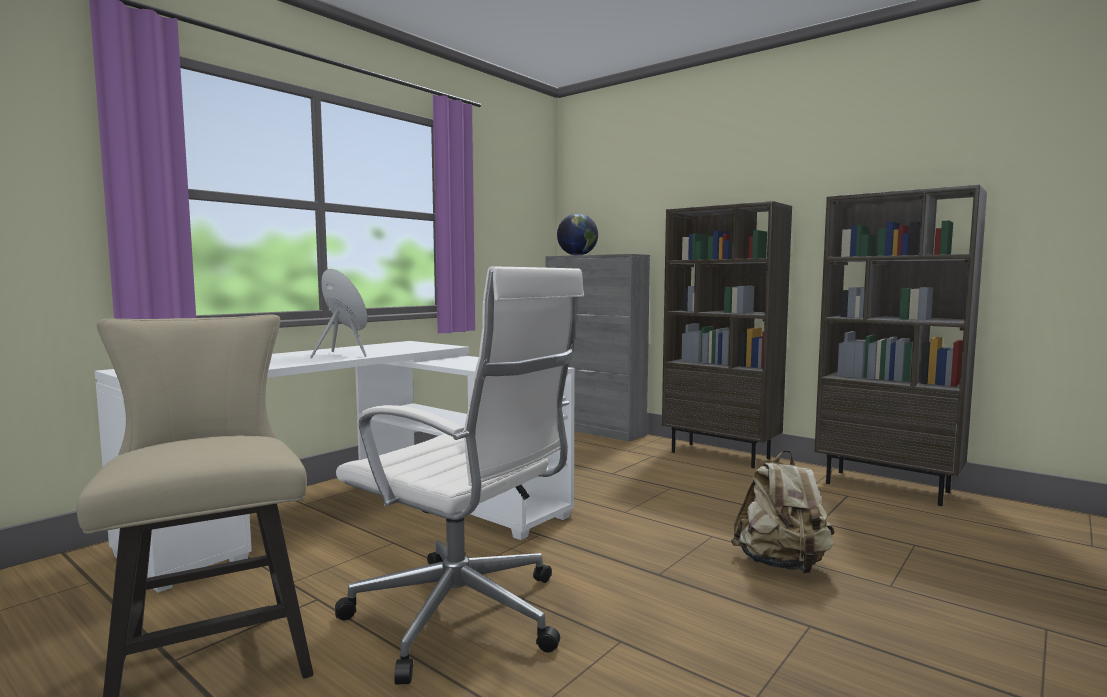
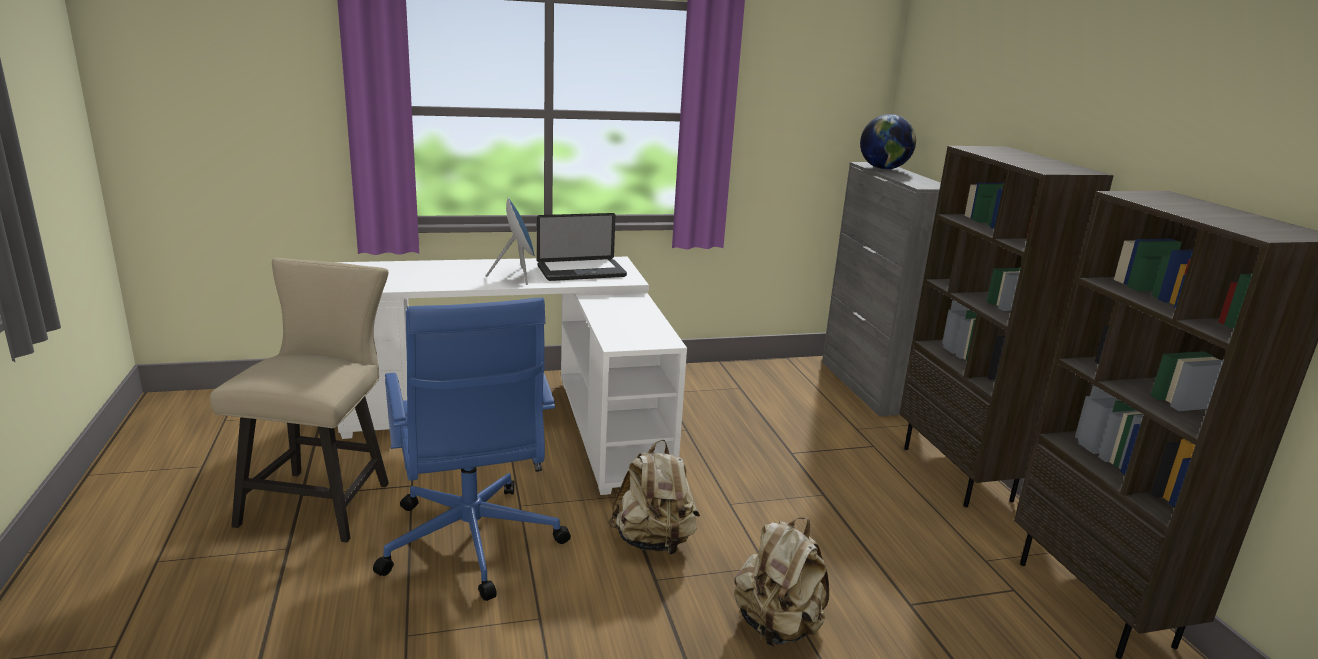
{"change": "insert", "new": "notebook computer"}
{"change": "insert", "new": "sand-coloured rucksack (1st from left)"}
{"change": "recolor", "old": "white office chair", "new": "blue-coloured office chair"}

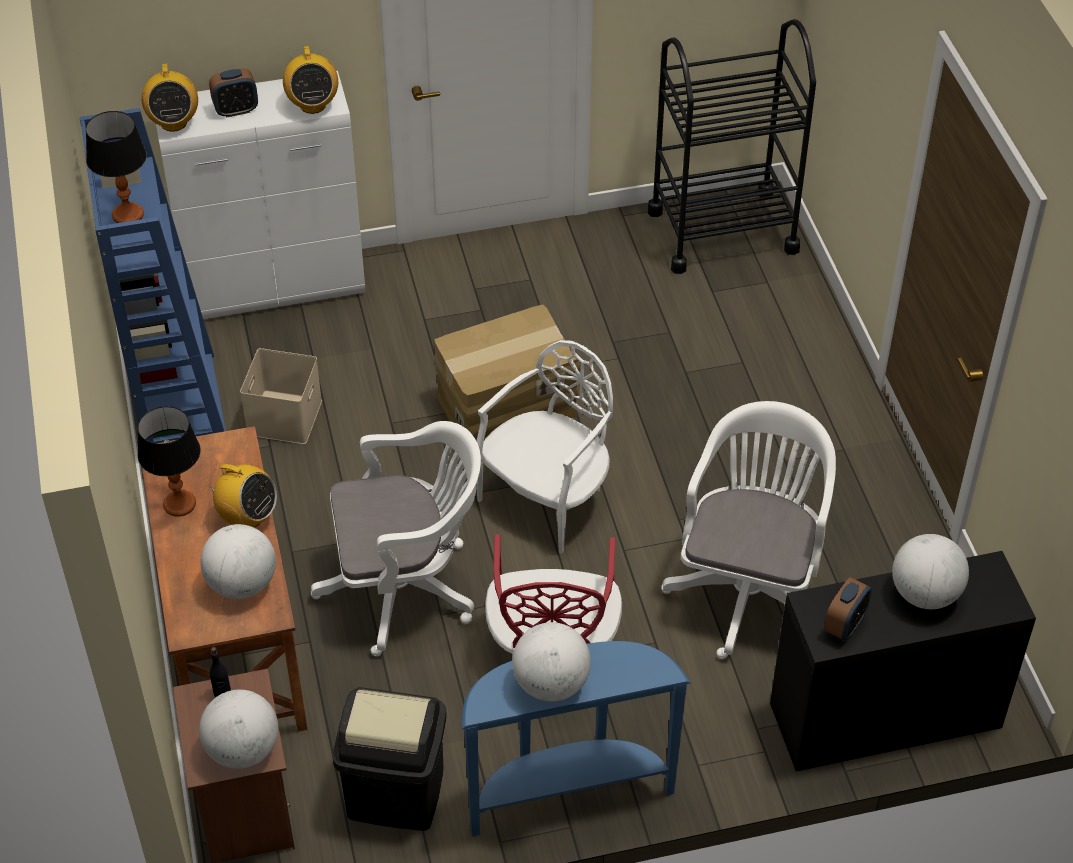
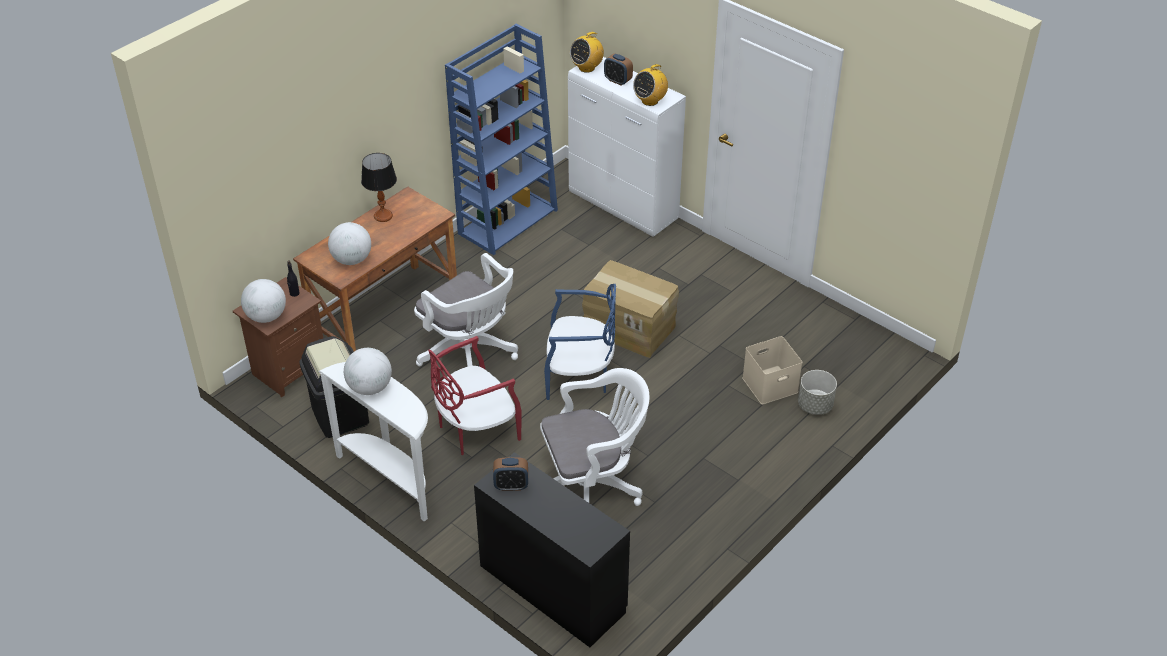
{"change": "delete", "old": "lamp for a table (1st from left)"}
{"change": "delete", "old": "radio set (2nd from left)"}
{"change": "delete", "old": "black-coloured trolley"}
{"change": "delete", "old": "globe (4th from left)"}
{"change": "insert", "new": "grey flower pot"}
{"change": "move", "old": "sand-coloured storage box"}
{"change": "recolor", "old": "blue-coloured hall table", "new": "white hall table"}
{"change": "recolor", "old": "white chair", "new": "blue-coloured chair"}

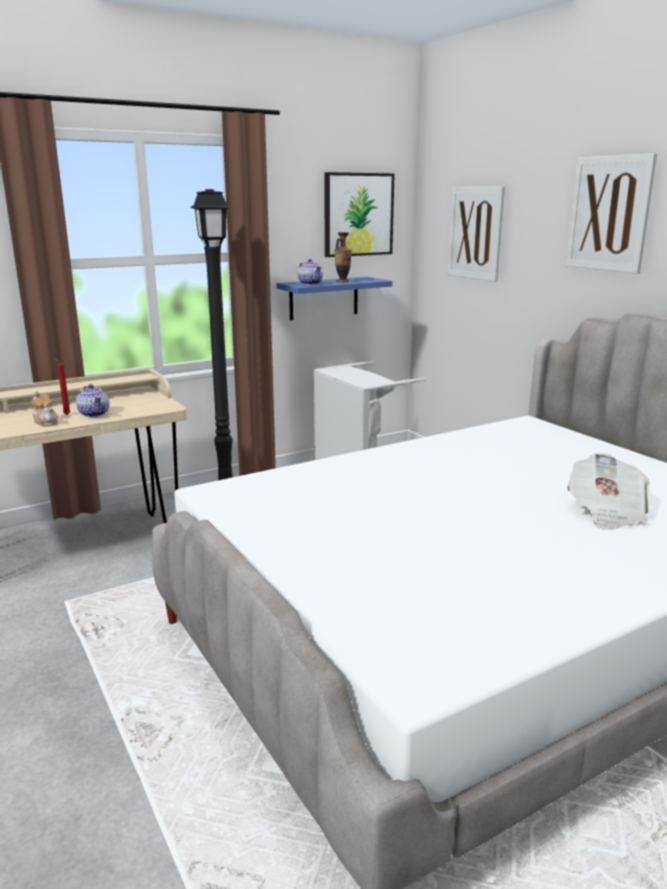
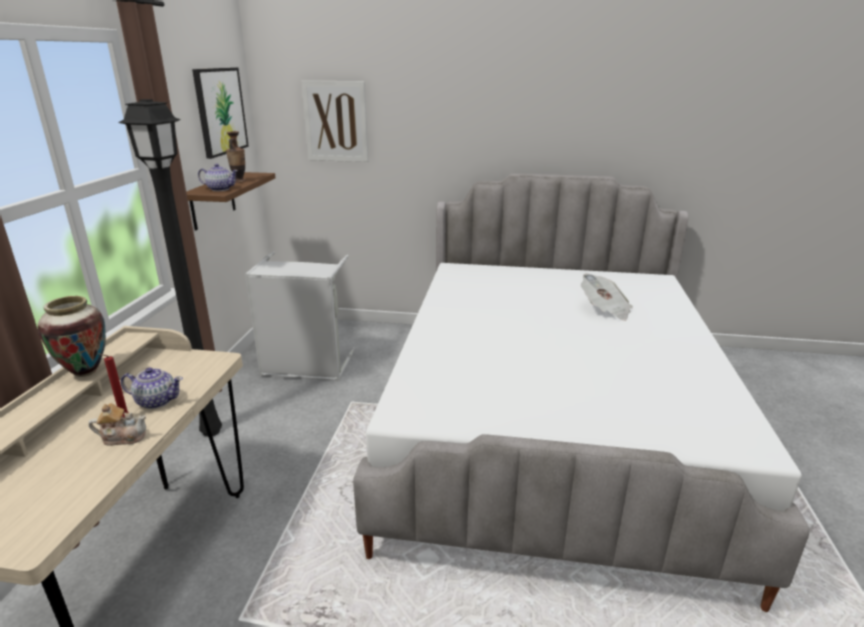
{"change": "delete", "old": "wall art (3rd from left)"}
{"change": "insert", "new": "vase (1st from left)"}
{"change": "recolor", "old": "blue-coloured bracket shelf", "new": "brown bracket shelf"}

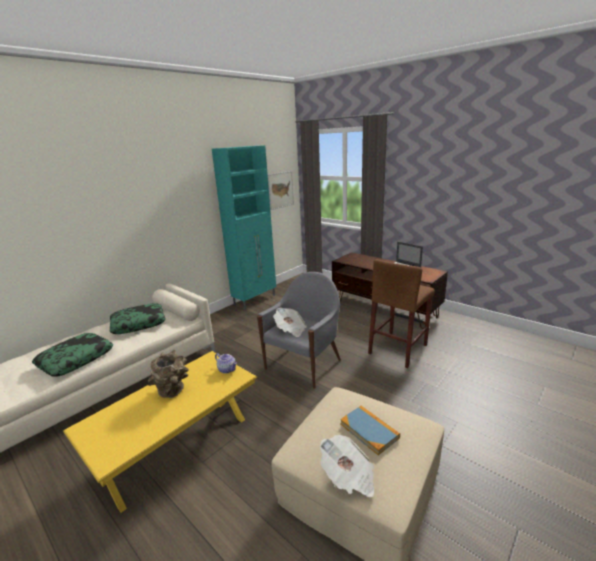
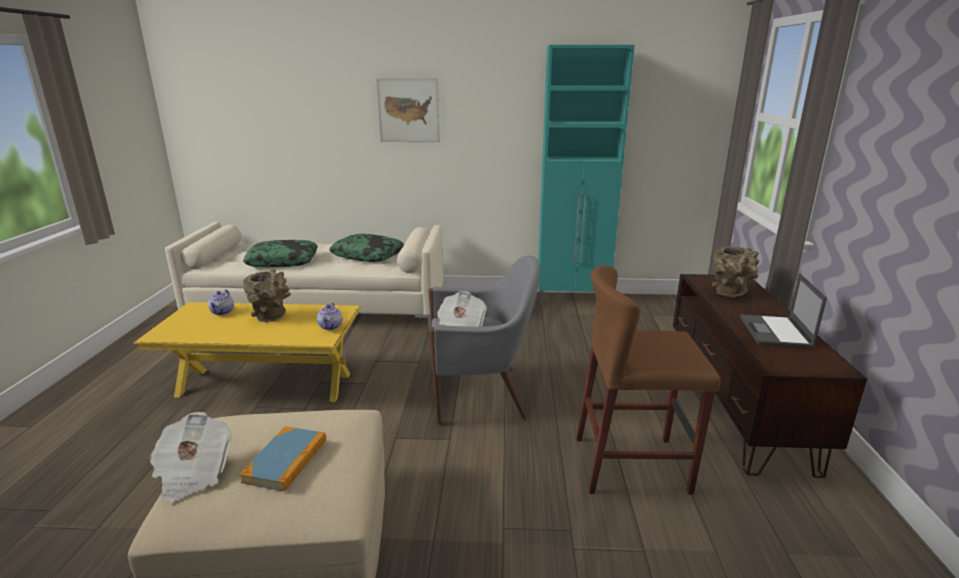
{"change": "insert", "new": "pot for tea (1st from left)"}
{"change": "insert", "new": "brown vase (2nd from left)"}
{"change": "move", "old": "wall art"}

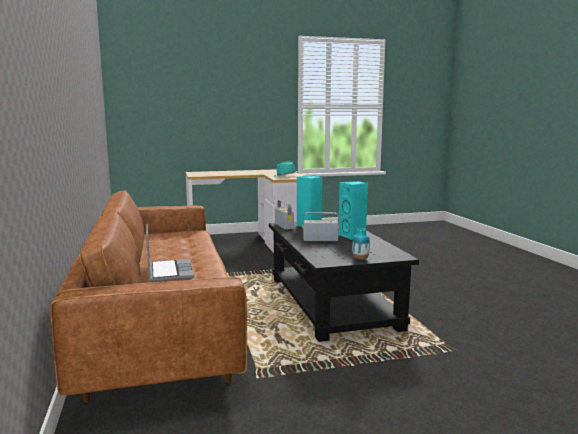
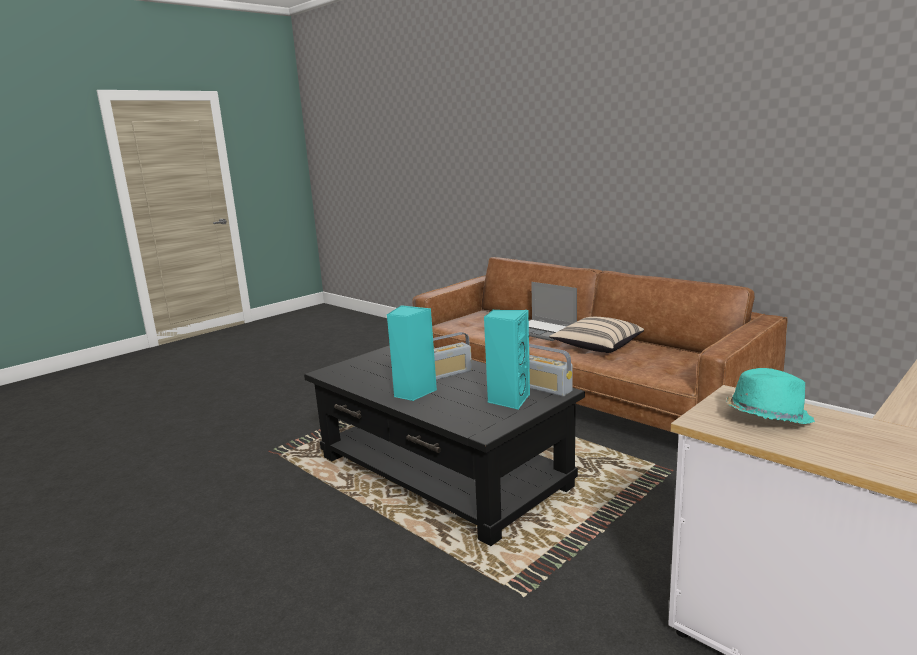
{"change": "delete", "old": "vase"}
{"change": "insert", "new": "sand-coloured pillow"}

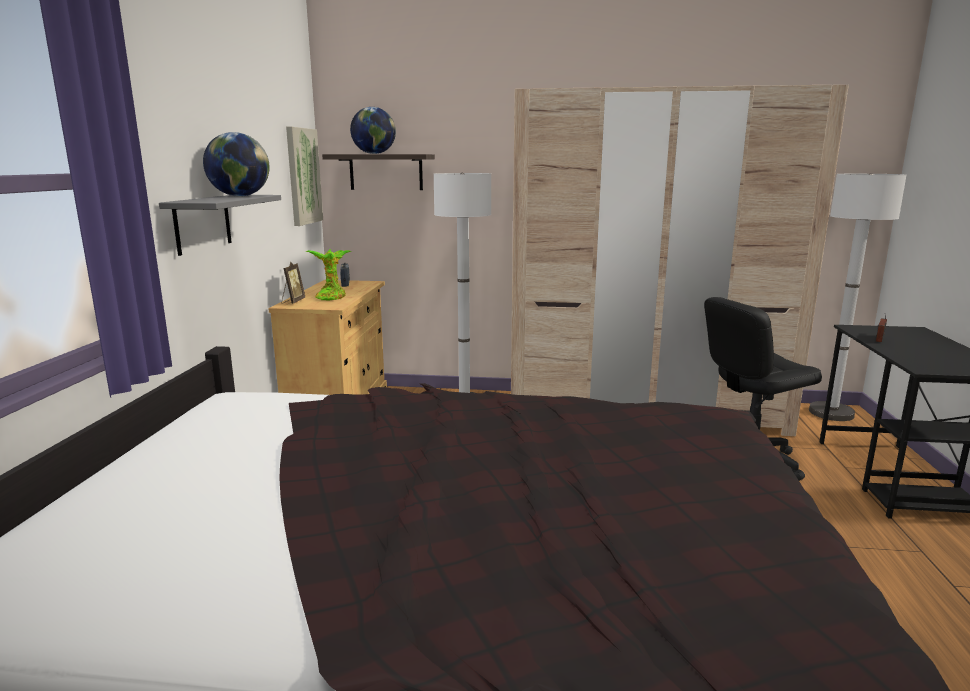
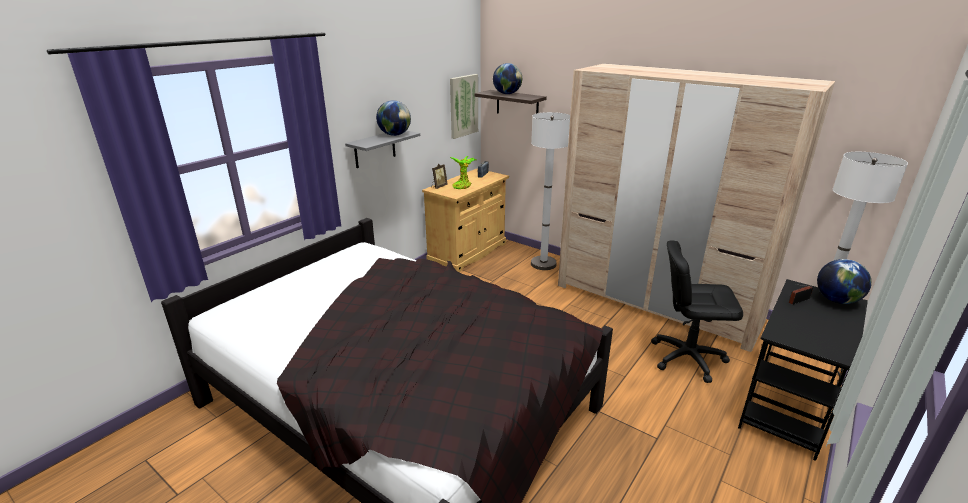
{"change": "insert", "new": "globe (3rd from left)"}

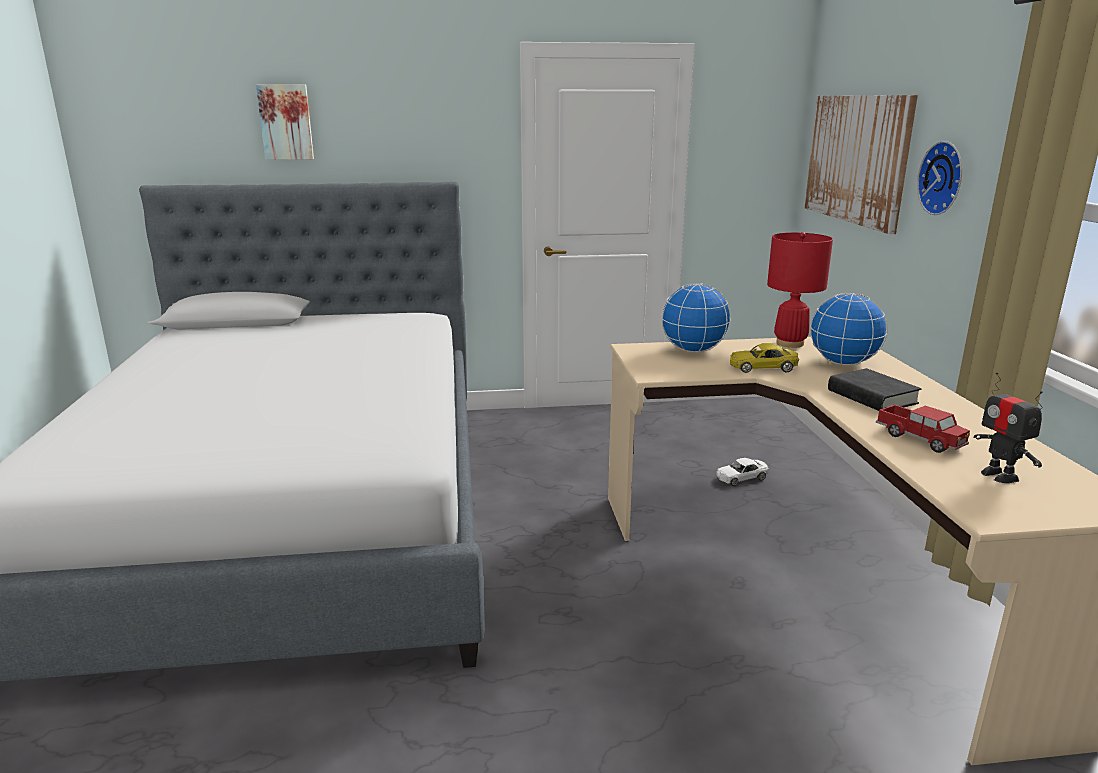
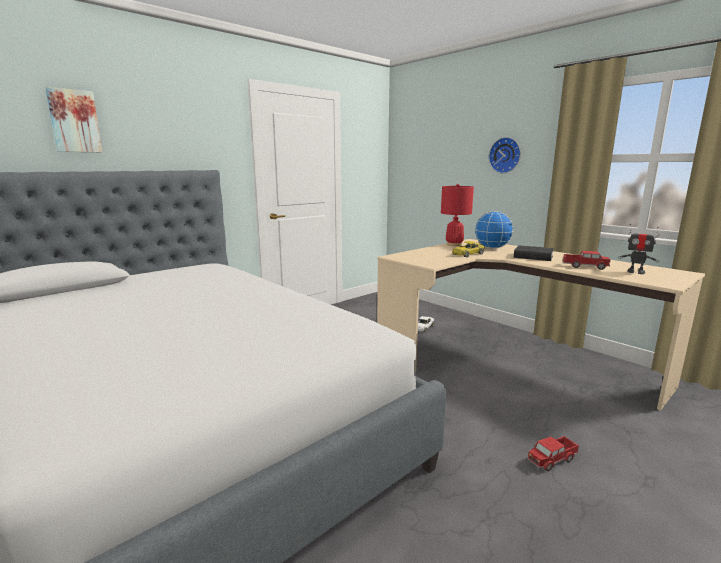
{"change": "delete", "old": "globe (1st from left)"}
{"change": "delete", "old": "wall art (2nd from left)"}
{"change": "insert", "new": "model truck (1st from left)"}

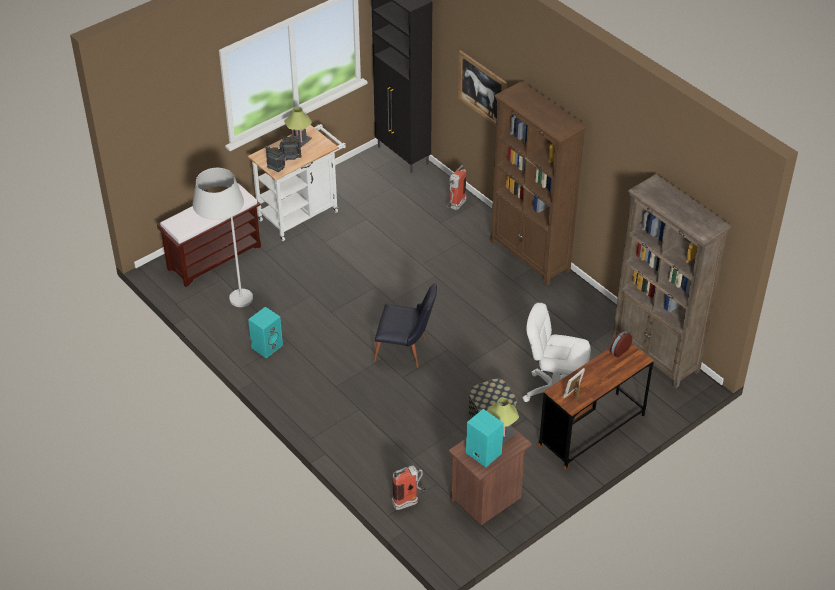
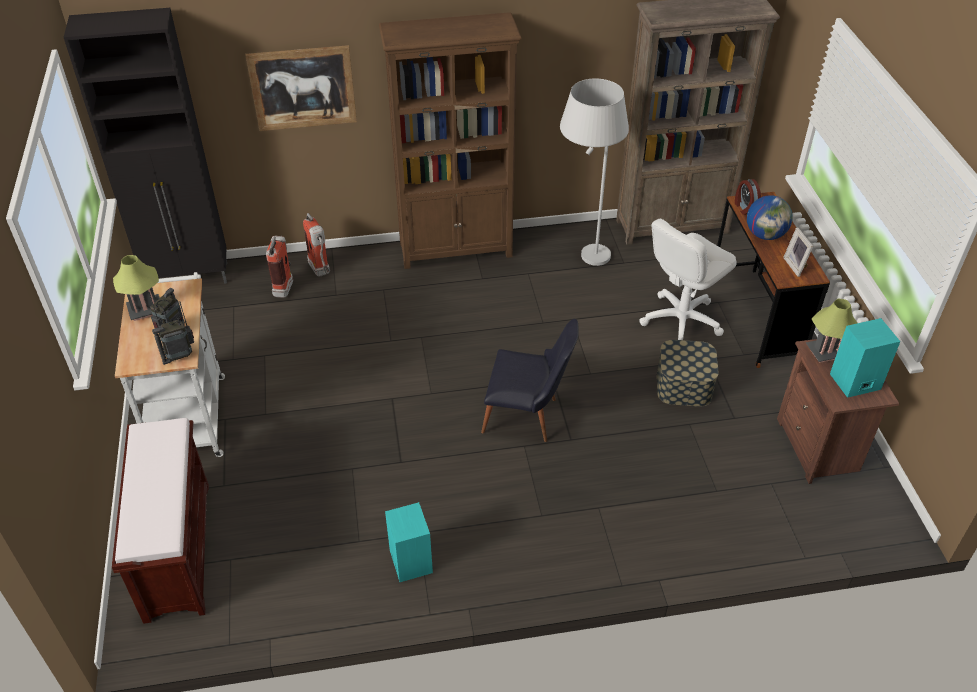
{"change": "insert", "new": "globe"}
{"change": "move", "old": "white standard lamp"}
{"change": "move", "old": "fire extinguisher (1st from left)"}
{"change": "rotate", "old": "black-coloured chair", "degrees": 60}

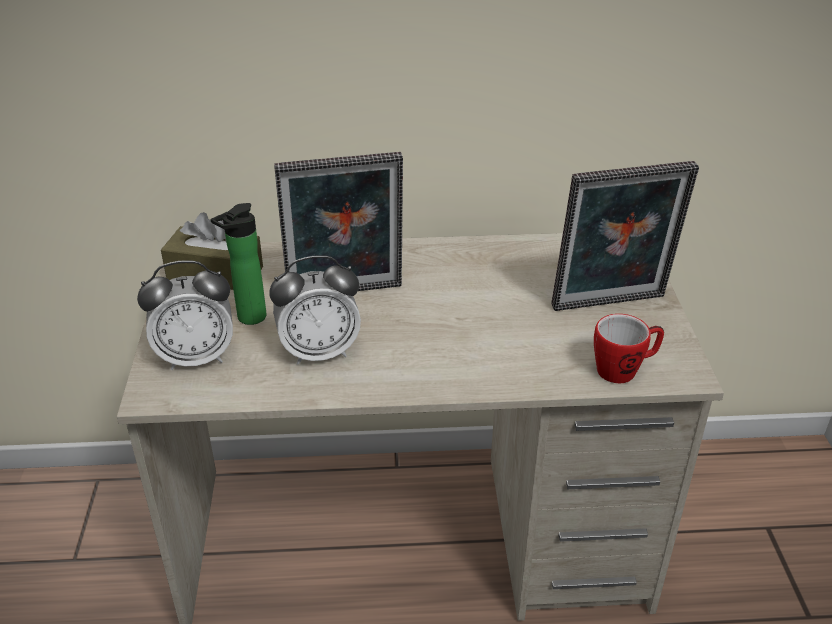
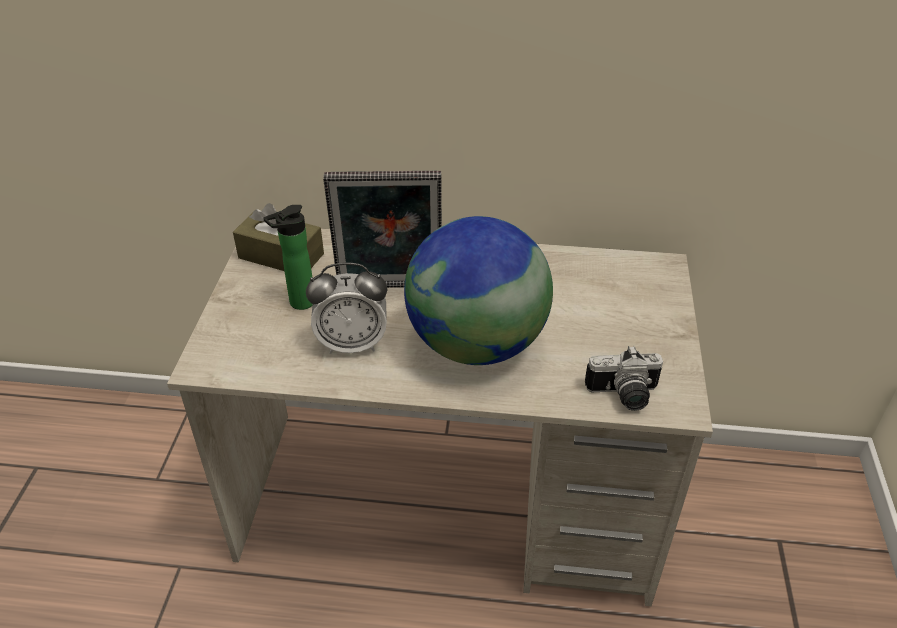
{"change": "delete", "old": "bedside clock (1st from left)"}
{"change": "delete", "old": "standing frame (2nd from left)"}
{"change": "insert", "new": "globe"}
{"change": "replace", "old": "coffee mug", "new": "photo camera"}

